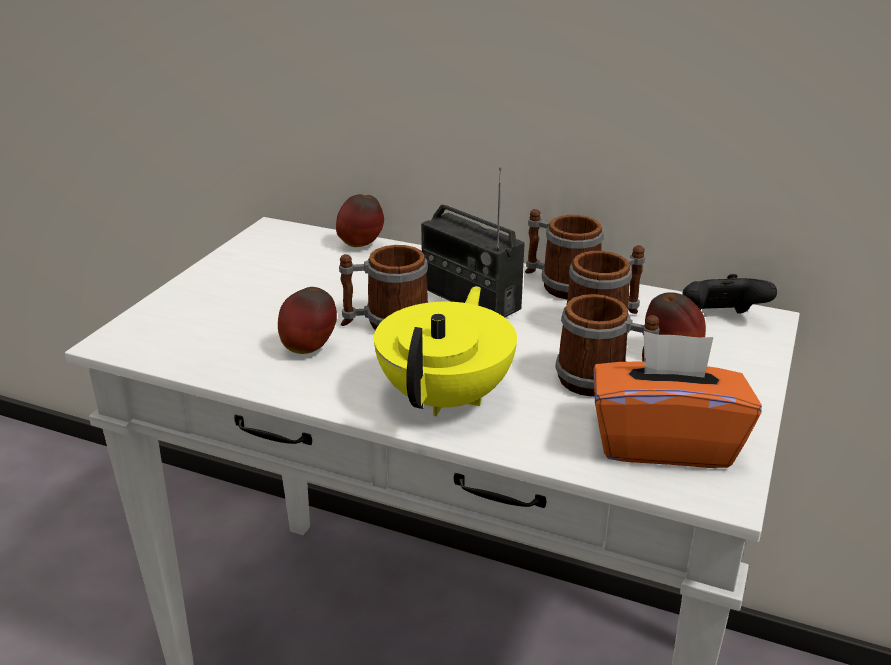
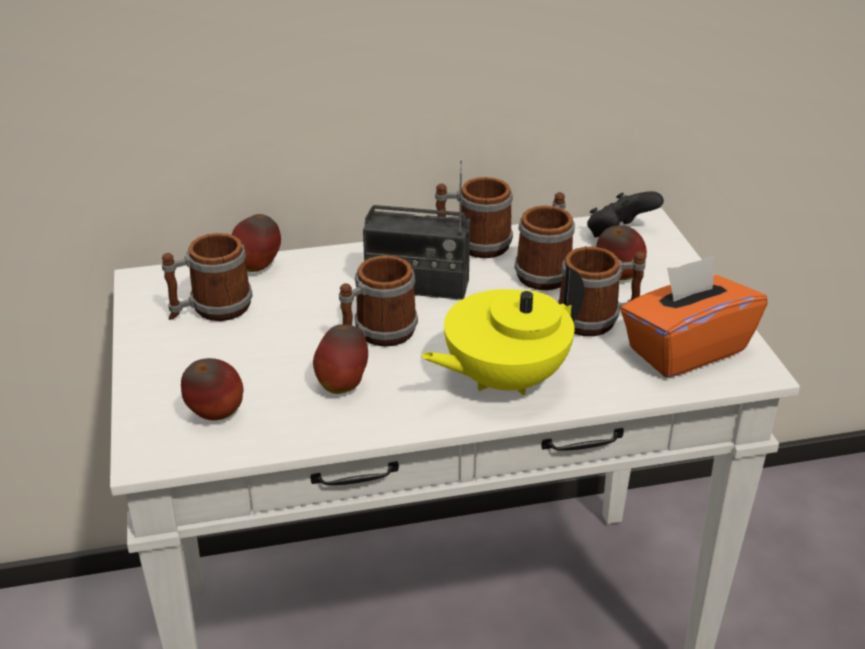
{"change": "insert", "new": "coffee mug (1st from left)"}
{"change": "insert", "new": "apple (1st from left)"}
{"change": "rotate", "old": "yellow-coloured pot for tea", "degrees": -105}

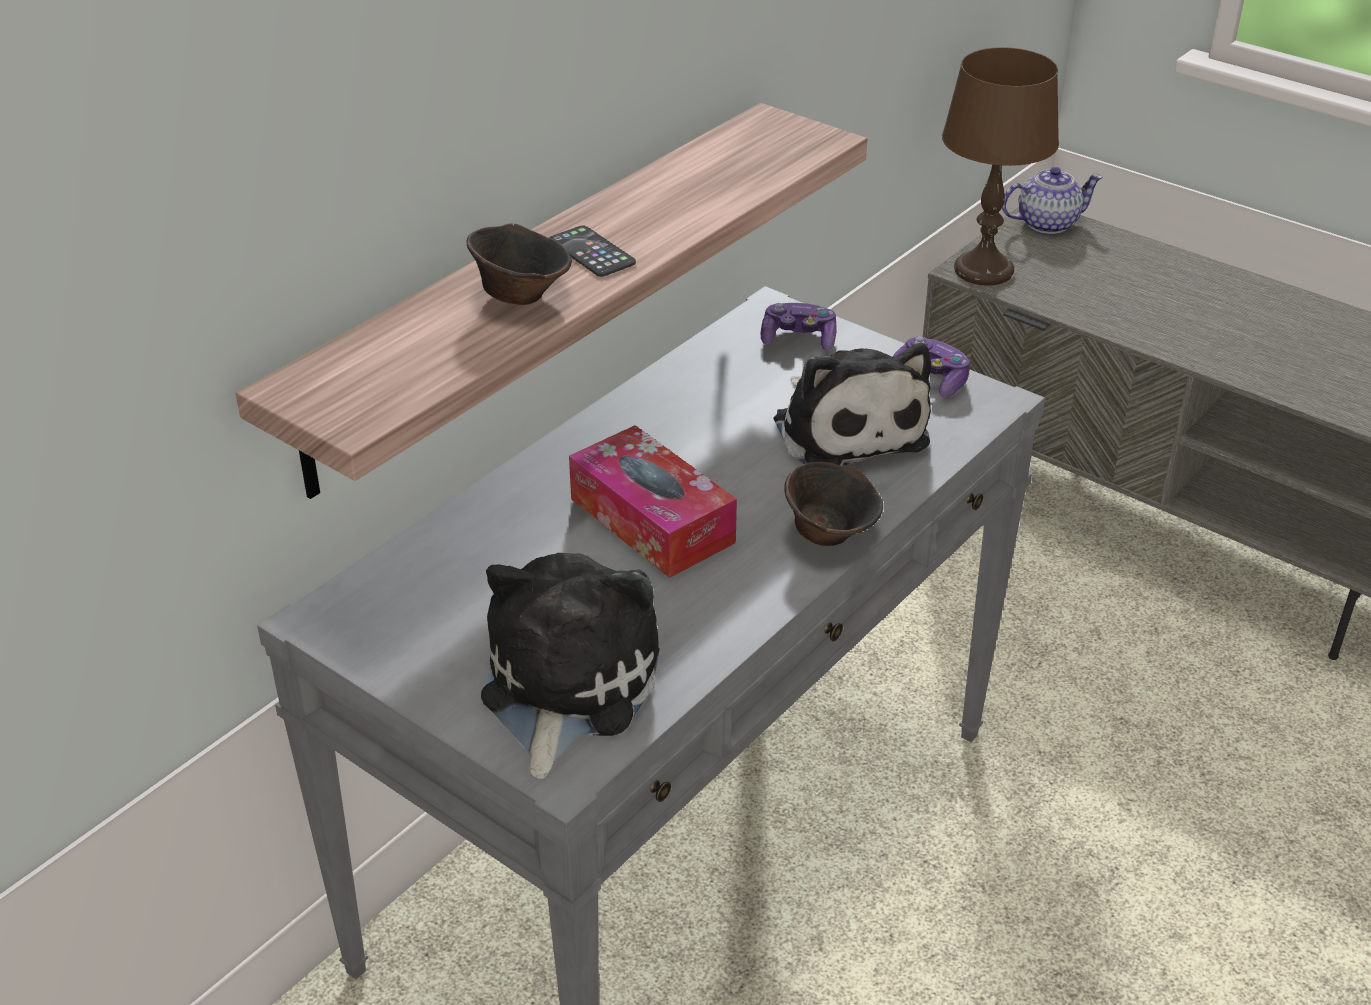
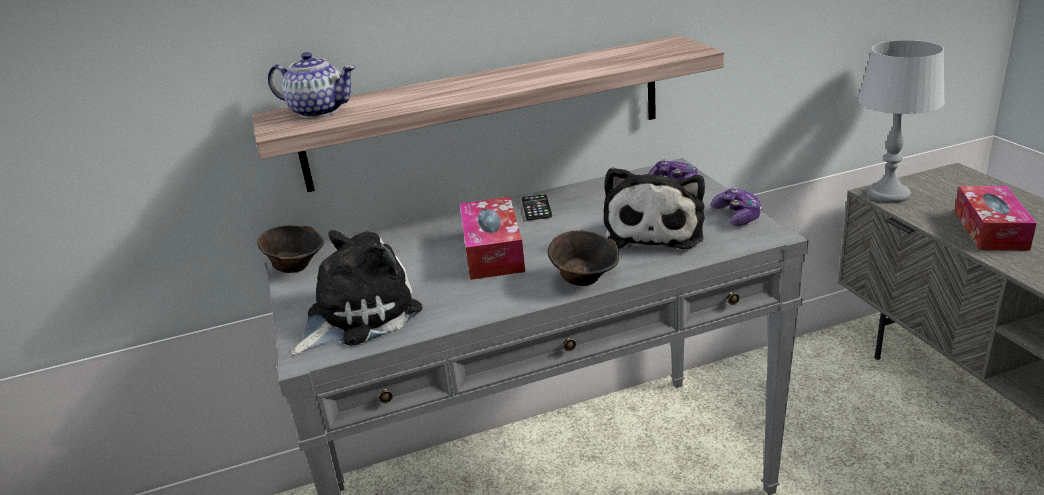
{"change": "insert", "new": "tissue holder (2nd from left)"}
{"change": "move", "old": "brown serving bowl (1st from left)"}
{"change": "move", "old": "phone"}
{"change": "move", "old": "pot for tea"}
{"change": "recolor", "old": "brown lamp for a table", "new": "grey lamp for a table"}

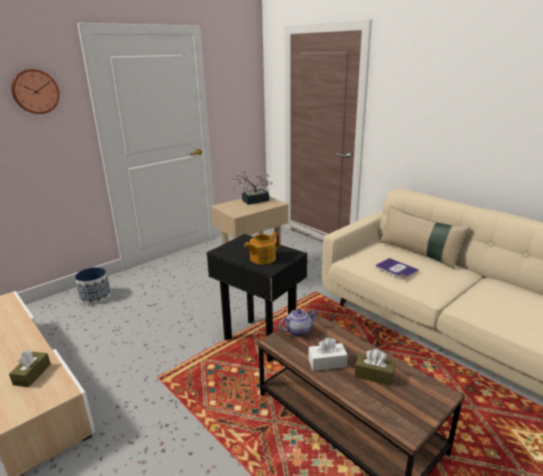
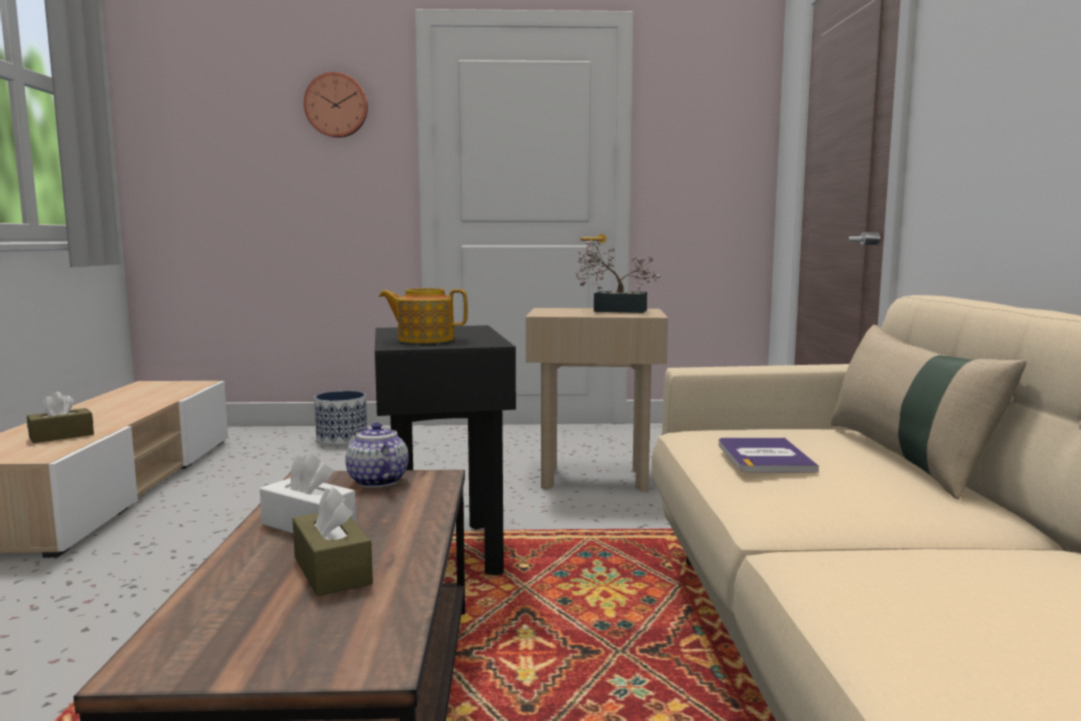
{"change": "rotate", "old": "pot for tea (2nd from left in the first image)", "degrees": -135}

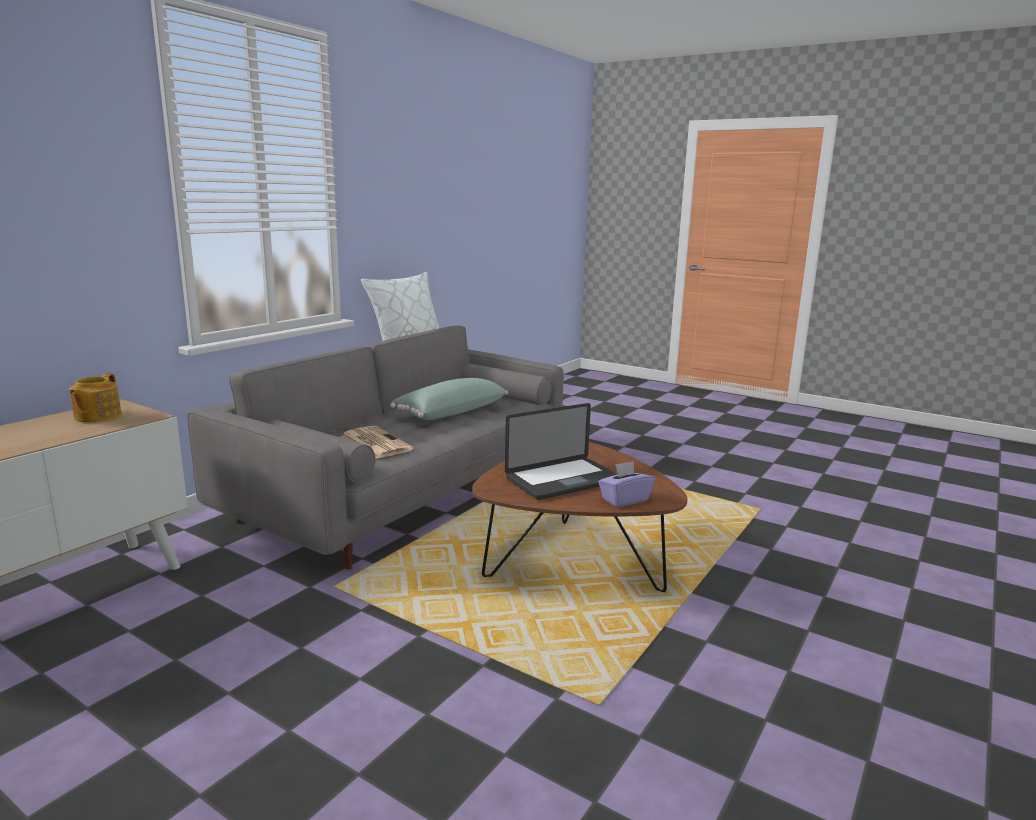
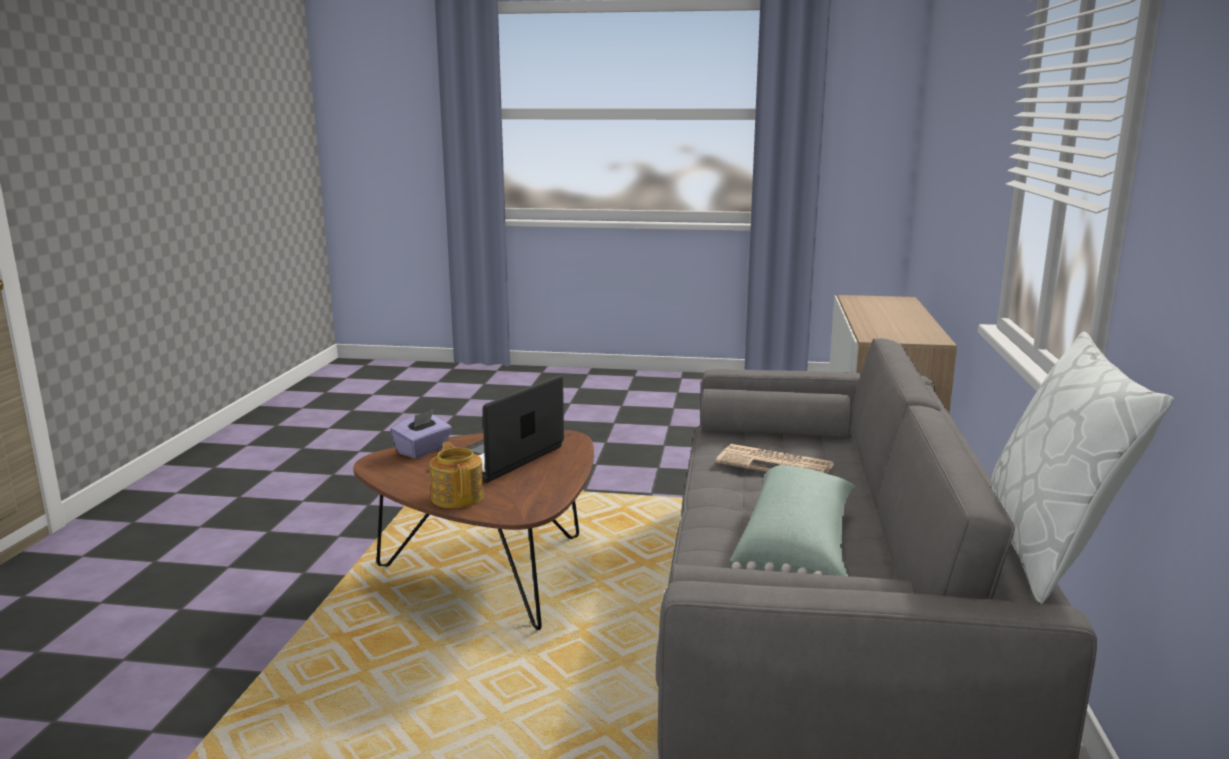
{"change": "move", "old": "pot for tea"}

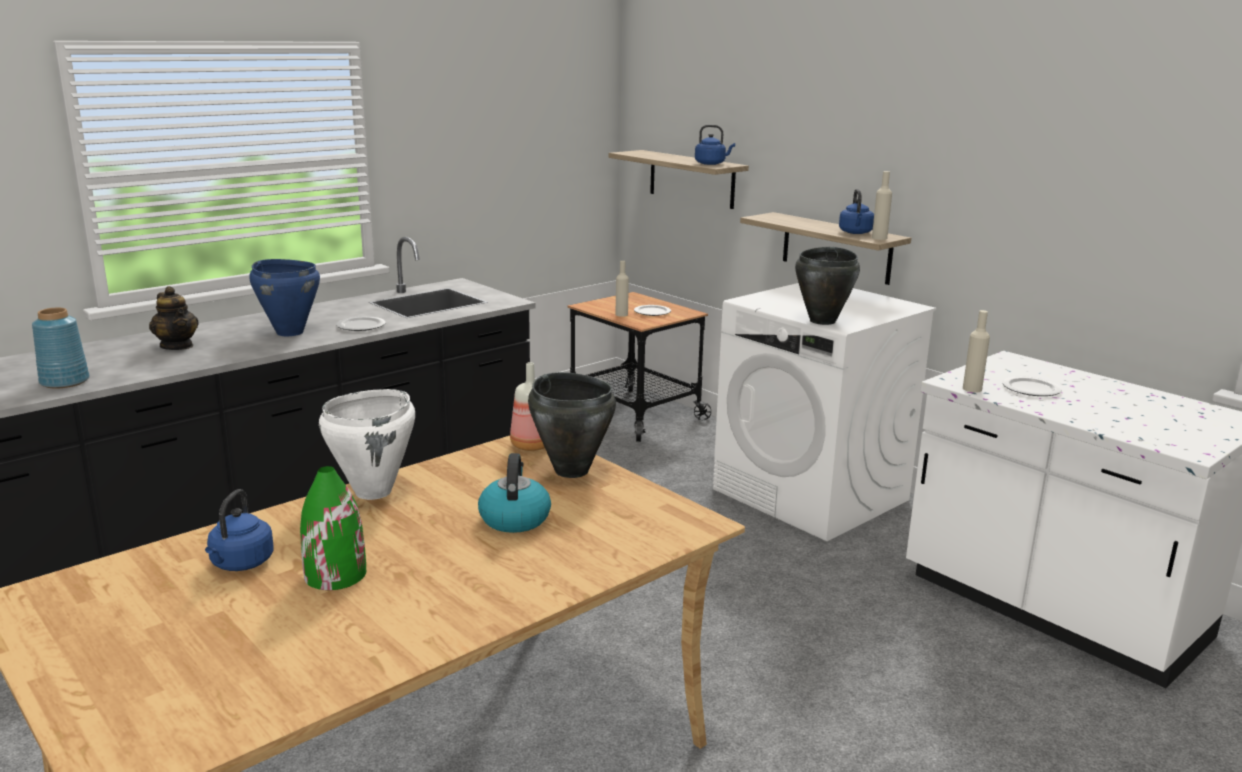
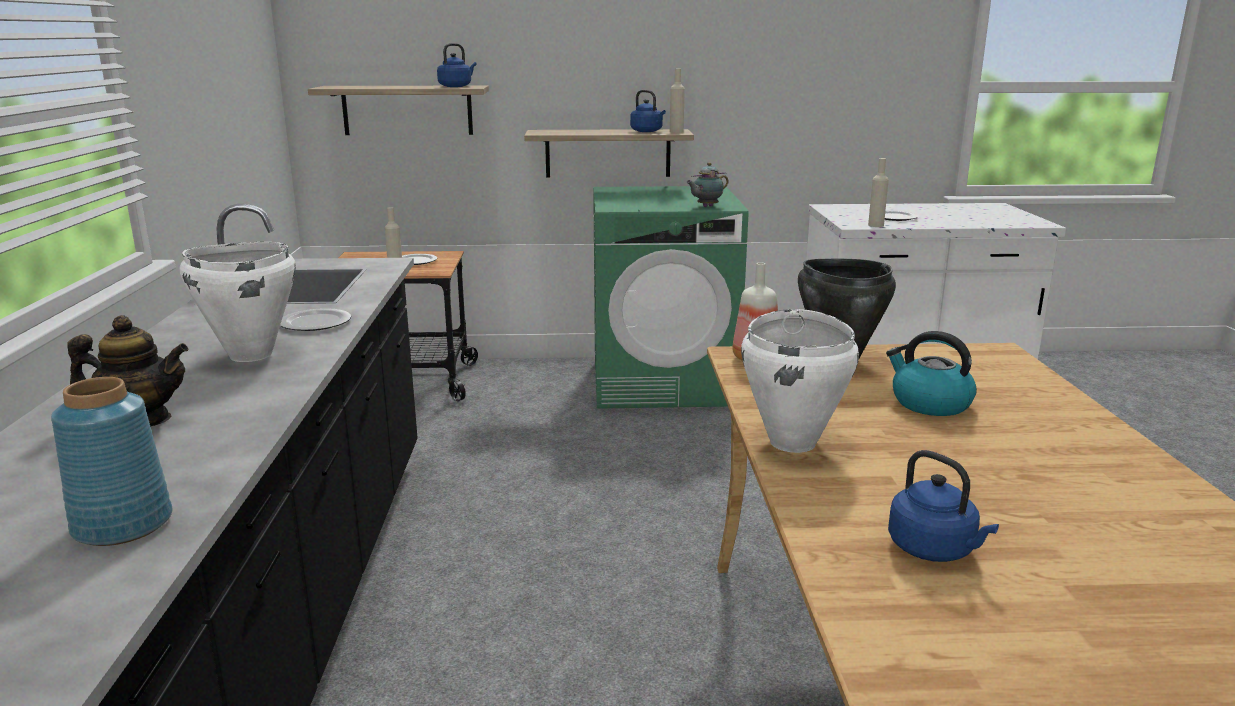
{"change": "delete", "old": "green vase"}
{"change": "replace", "old": "black-coloured saucepot (2nd from left)", "new": "pot for tea (2nd from left)"}
{"change": "recolor", "old": "blue-coloured saucepot", "new": "white saucepot (1st from left)"}
{"change": "recolor", "old": "white laundry machine", "new": "green laundry machine"}

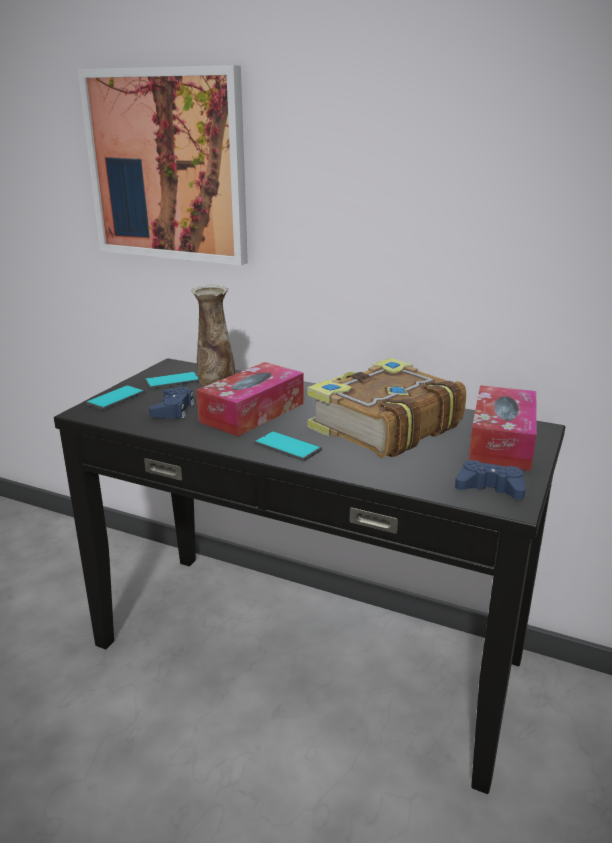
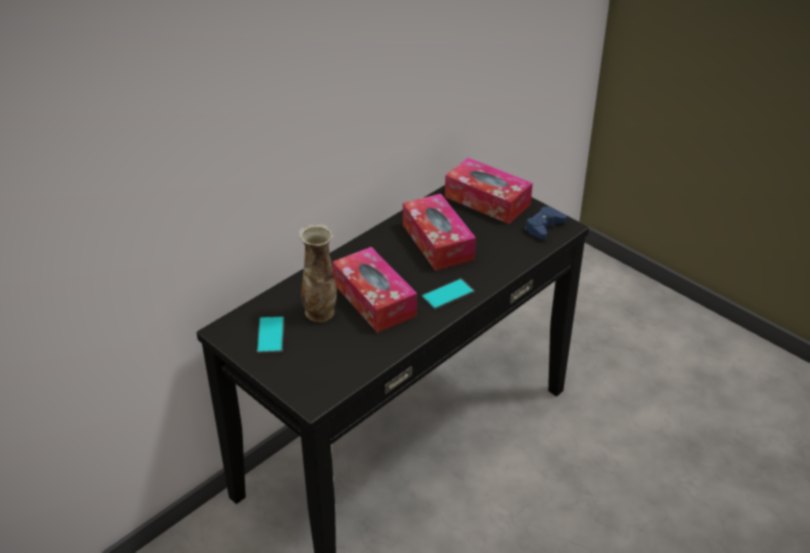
{"change": "delete", "old": "wall art"}
{"change": "delete", "old": "phone (1st from left)"}
{"change": "delete", "old": "blue-coloured joypad (1st from left)"}
{"change": "replace", "old": "book", "new": "tissue holder (2nd from left)"}

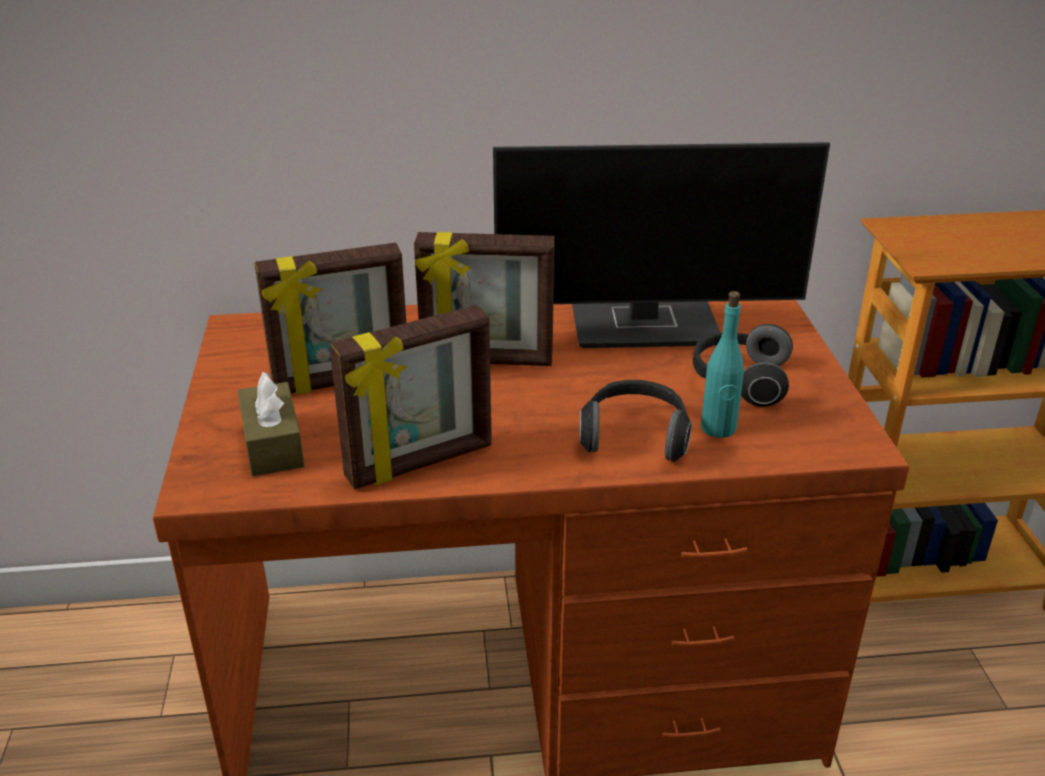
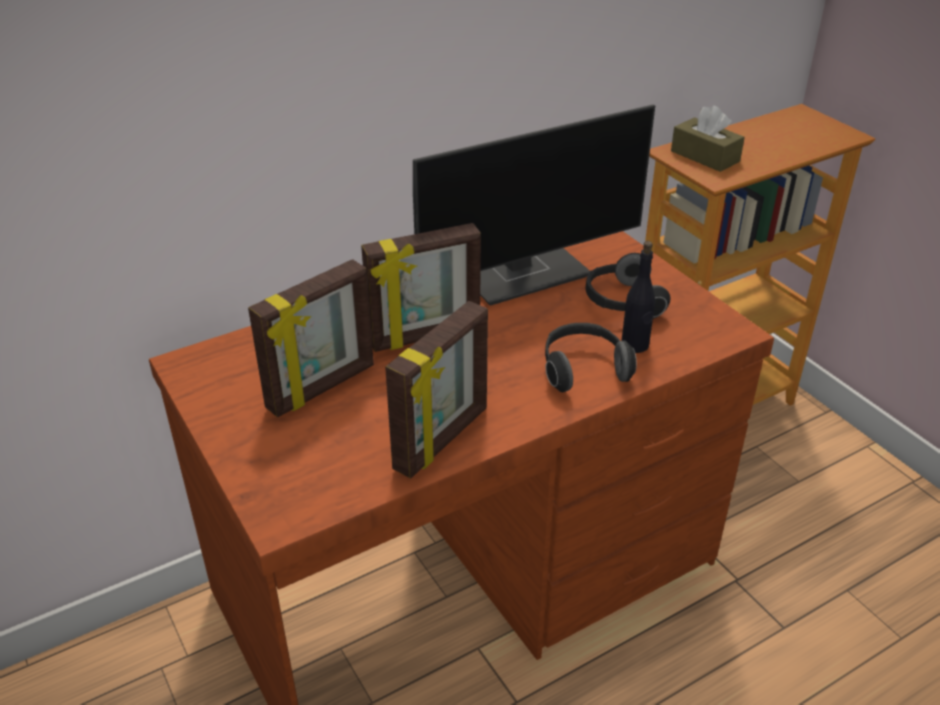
{"change": "move", "old": "brown tissue holder"}
{"change": "recolor", "old": "turquoise-coloured bottle", "new": "black-coloured bottle"}

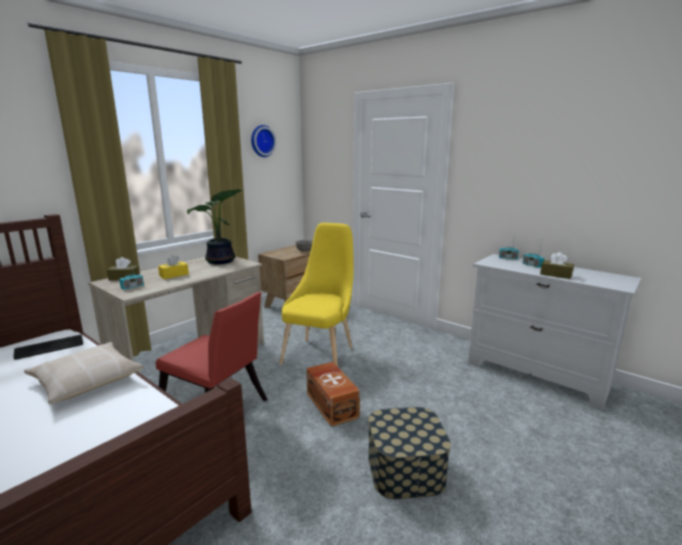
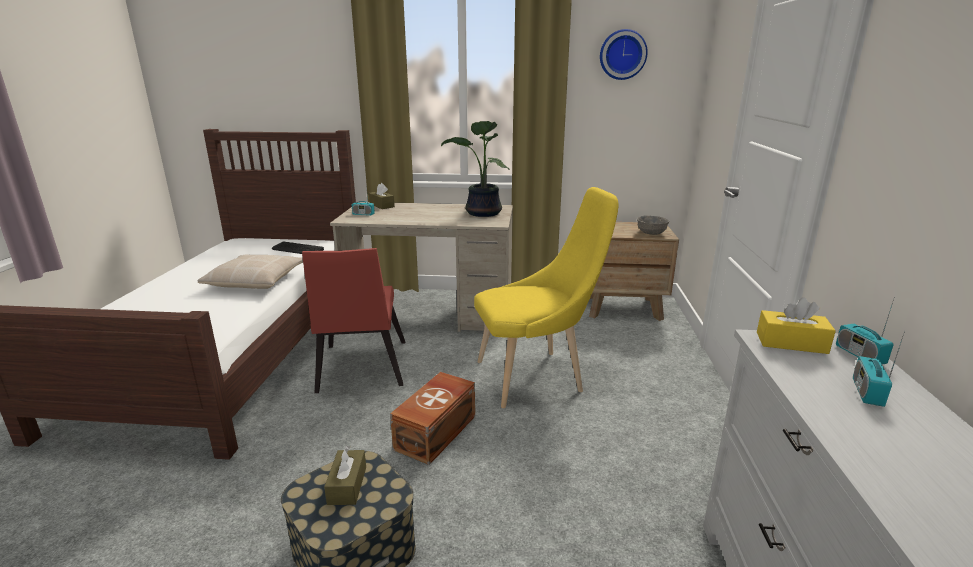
{"change": "move", "old": "yellow-coloured tissue holder"}
{"change": "move", "old": "brown tissue holder (2nd from left in the first image)", "new": "brown tissue holder (1st from left)"}

